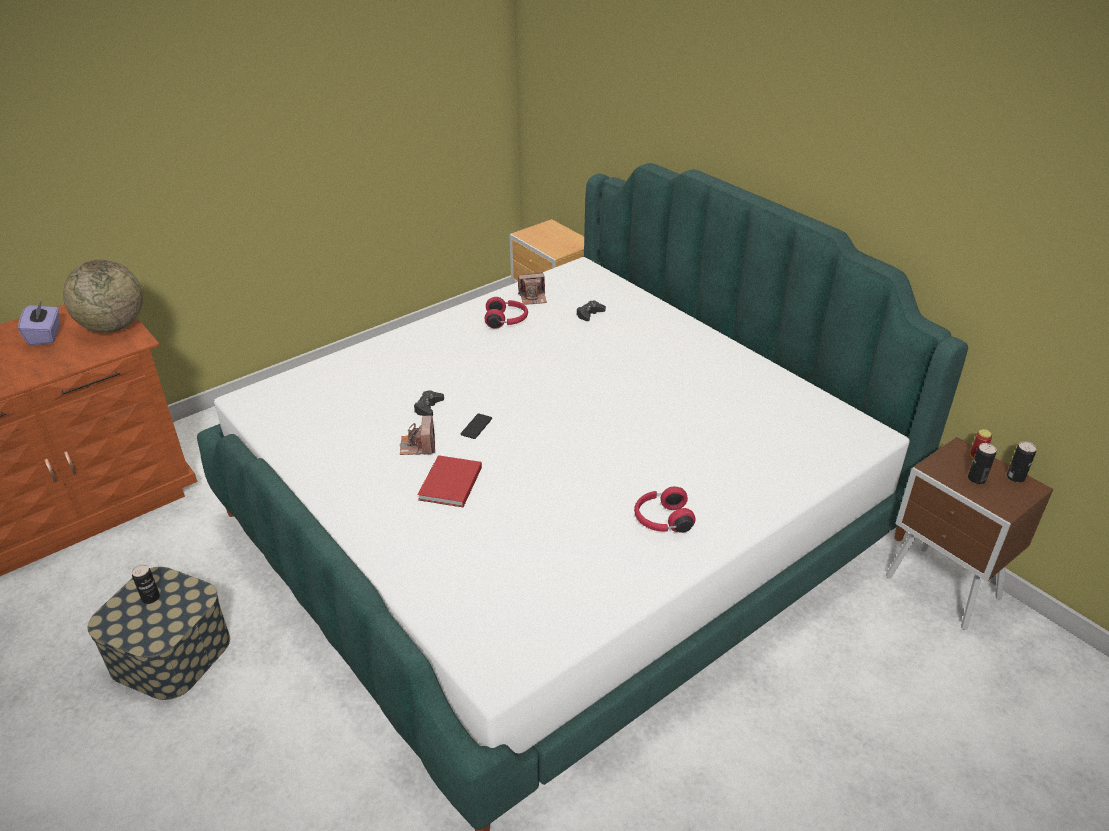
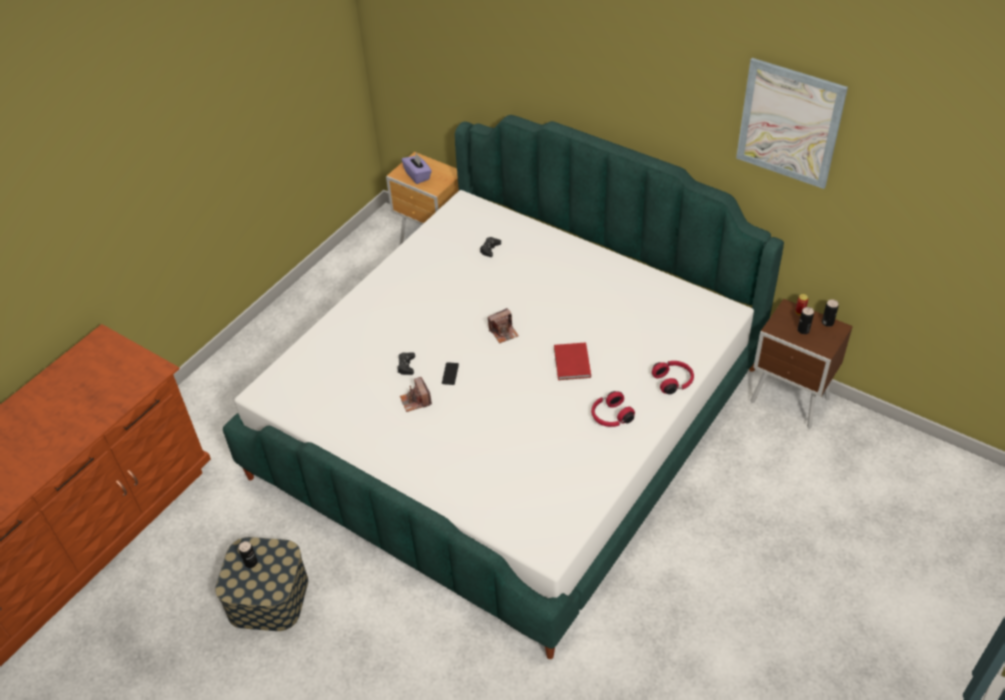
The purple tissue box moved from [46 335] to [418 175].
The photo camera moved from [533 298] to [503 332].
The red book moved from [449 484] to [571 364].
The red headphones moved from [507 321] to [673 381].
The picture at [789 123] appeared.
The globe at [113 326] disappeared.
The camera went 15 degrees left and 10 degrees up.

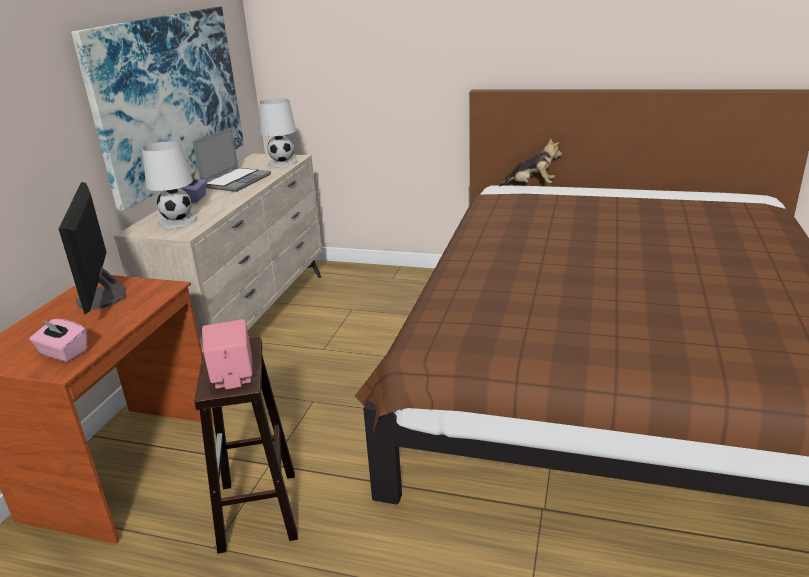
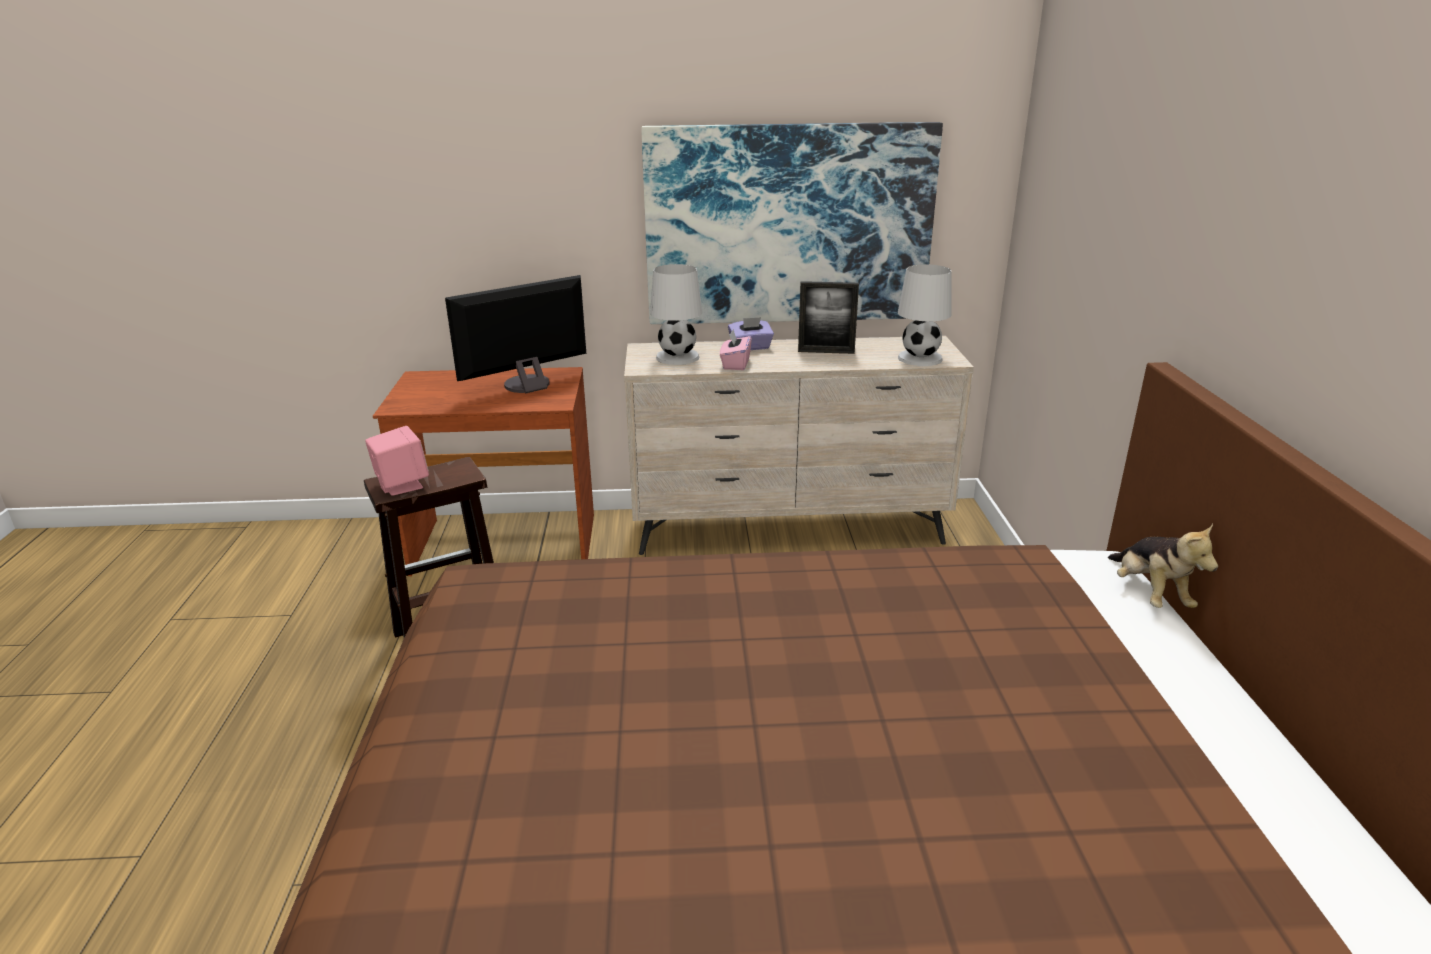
The pink tissue box moved from [63 353] to [735 364].
The laptop at [236 181] was replaced by the picture frame at [826 352].
The camera went 70 degrees right and 0 degrees up.

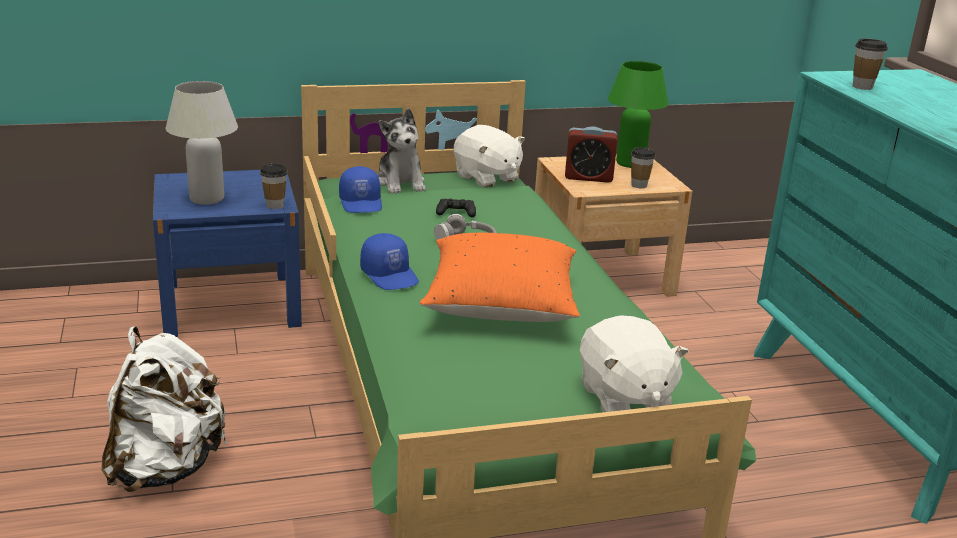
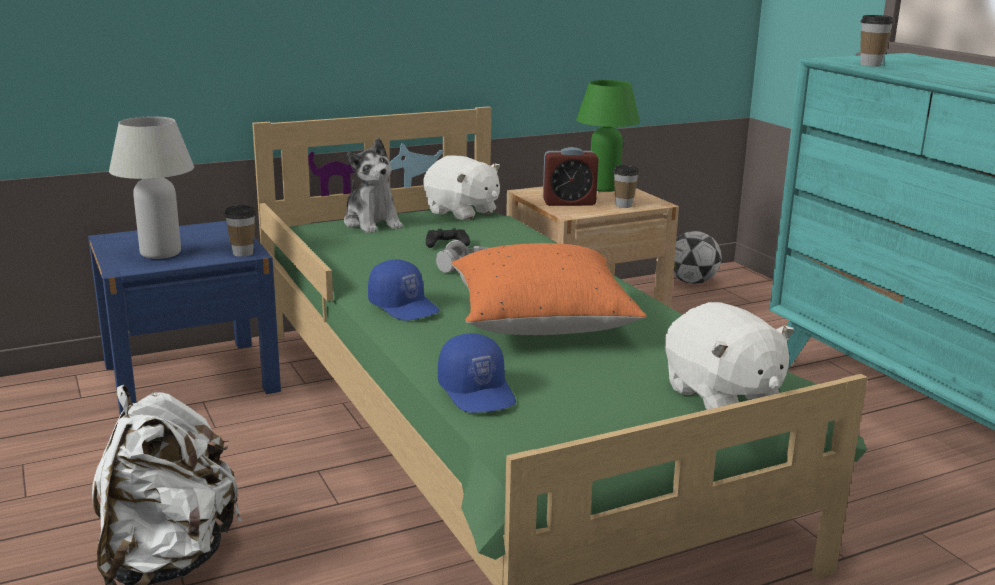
The blue cap moved from [362 203] to [478 392].
The football at [692 282] appeared.
The camera went 10 degrees left and 5 degrees down.

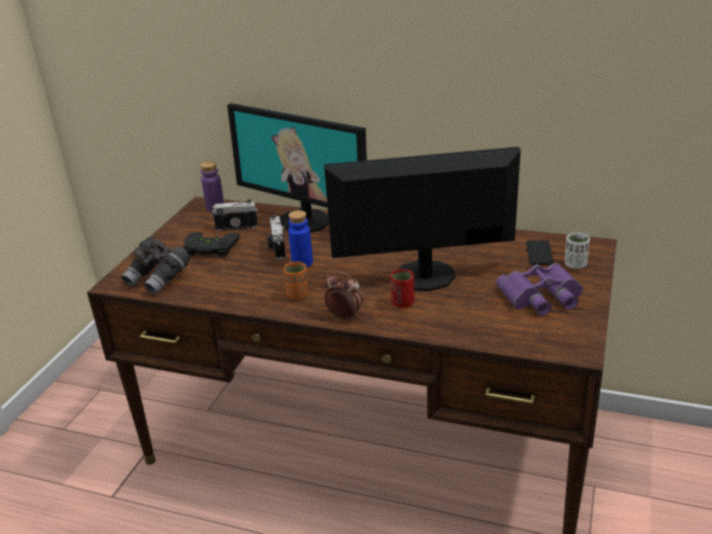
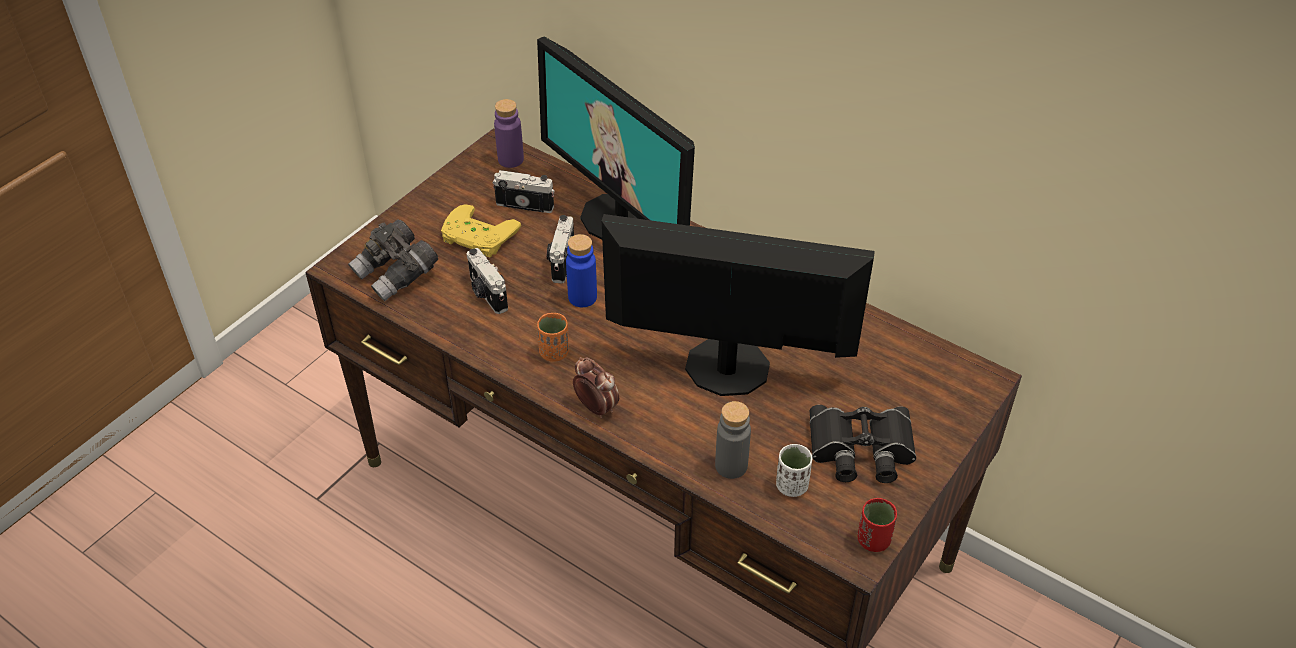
The black game controller at [210 249] became the yellow game controller at [476 237].
The photo camera at [487 294] appeared.
The grey bottle at [731 466] appeared.
The white cup moved from [575 265] to [791 486].
The purple binoculars at [542 297] became the black binoculars at [860 450].
The red cup moved from [403 303] to [873 540].
The phone at [539 253] disappeared.
The camera went 15 degrees right and 15 degrees up.

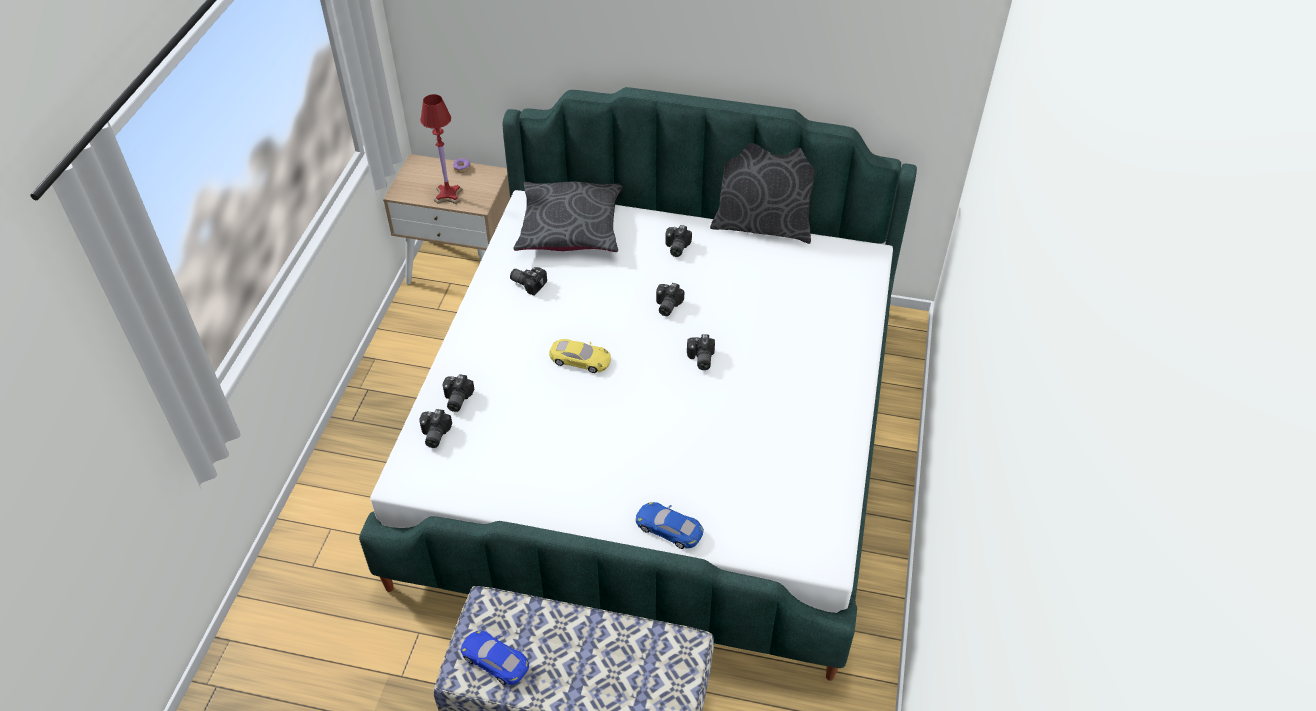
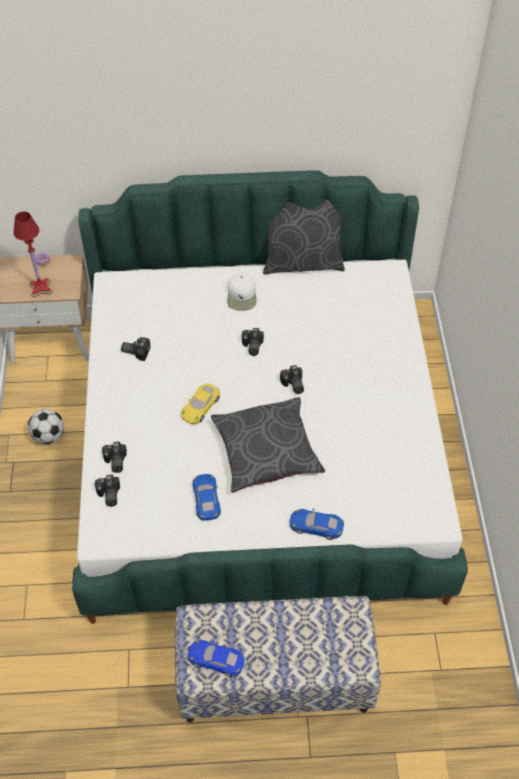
The football at [48 436] appeared.
The yellow toy car at [580 359] turned 120 degrees clockwise.
The blue toy car at [206 499] appeared.
The grey pillow moved from [570 228] to [266 451].
The photo camera at [675 247] was replaced by the white cap at [242 296].
The camera went 15 degrees left and 5 degrees up.

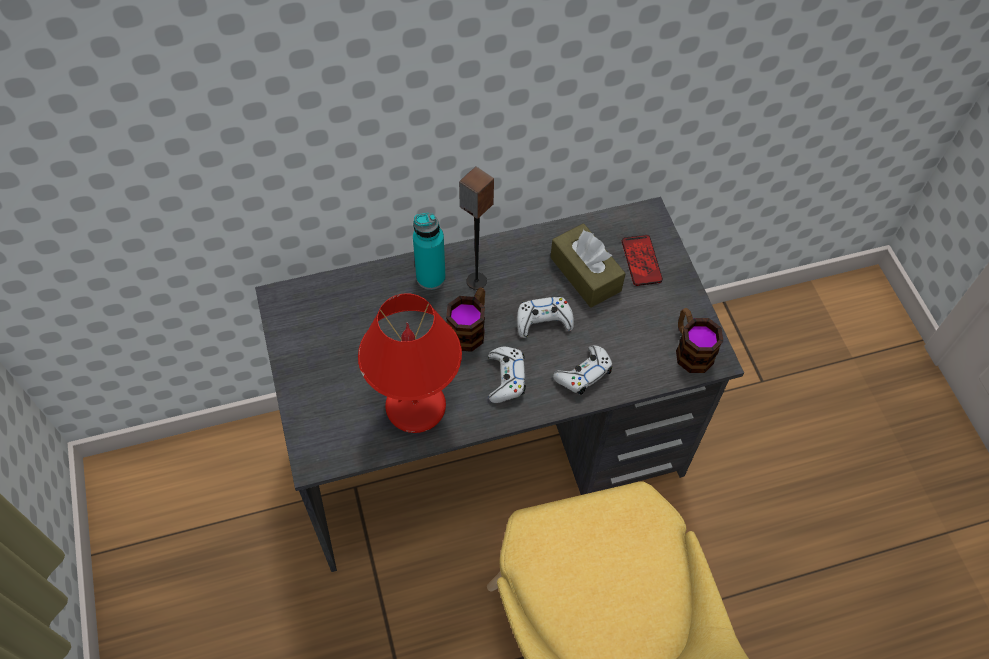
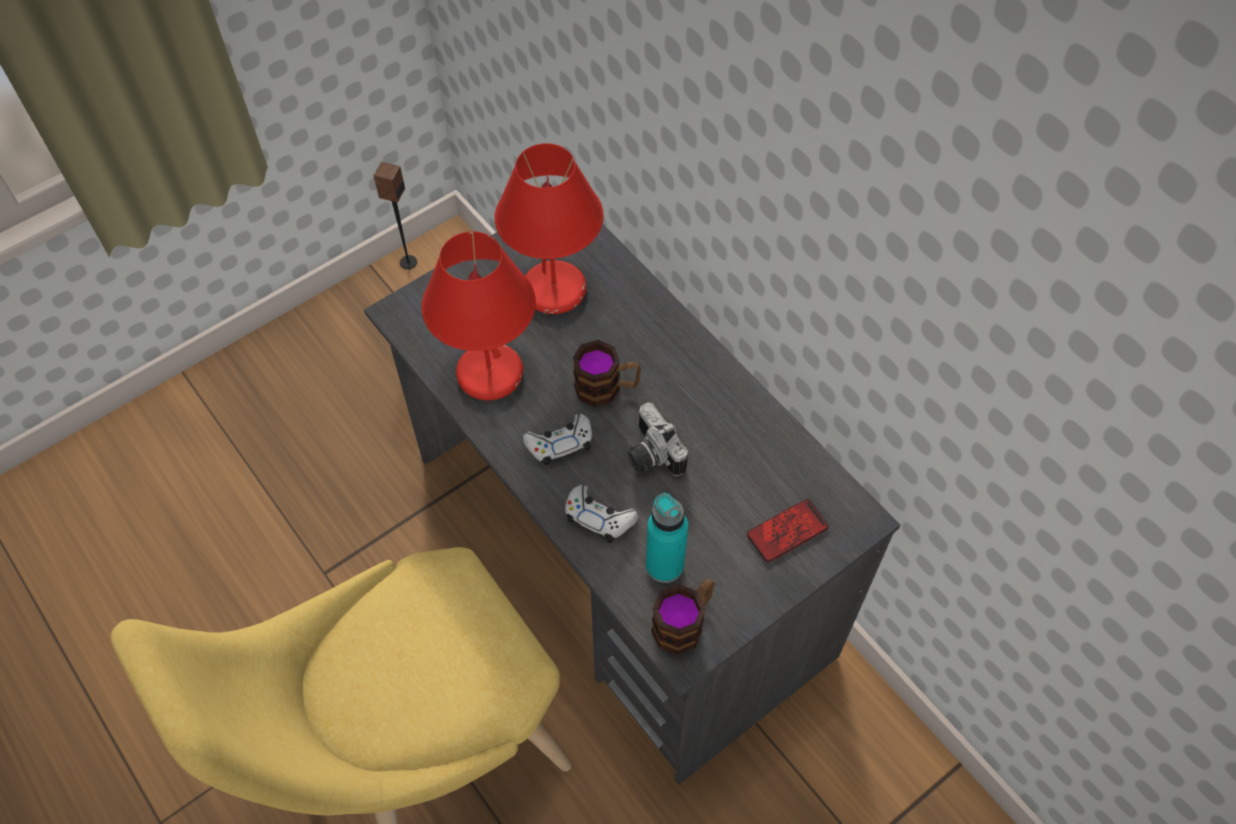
The speaker moved from [476 281] to [408 262].
The red table lamp at [555 291] appeared.
The white game controller at [543 321] was replaced by the photo camera at [650 455].
The turquoise bottle moved from [431 277] to [664 565].
The brown tissue box at [585 274] disappeared.
The camera went 70 degrees right and 0 degrees up.

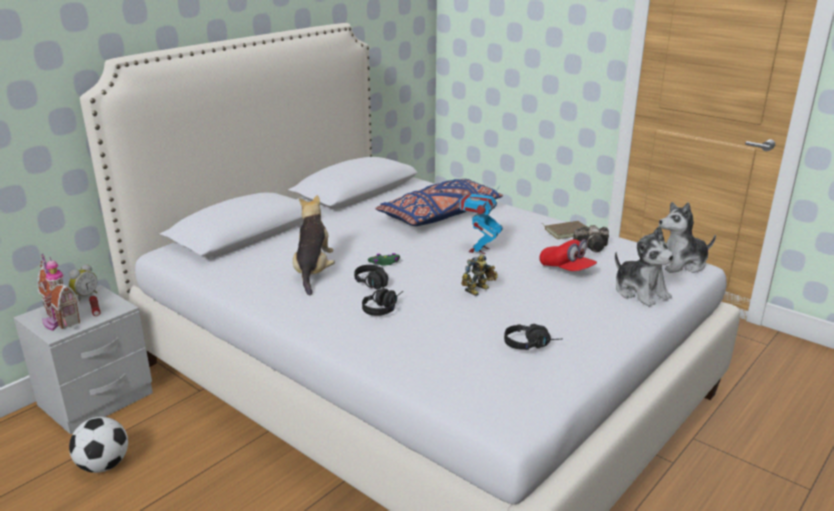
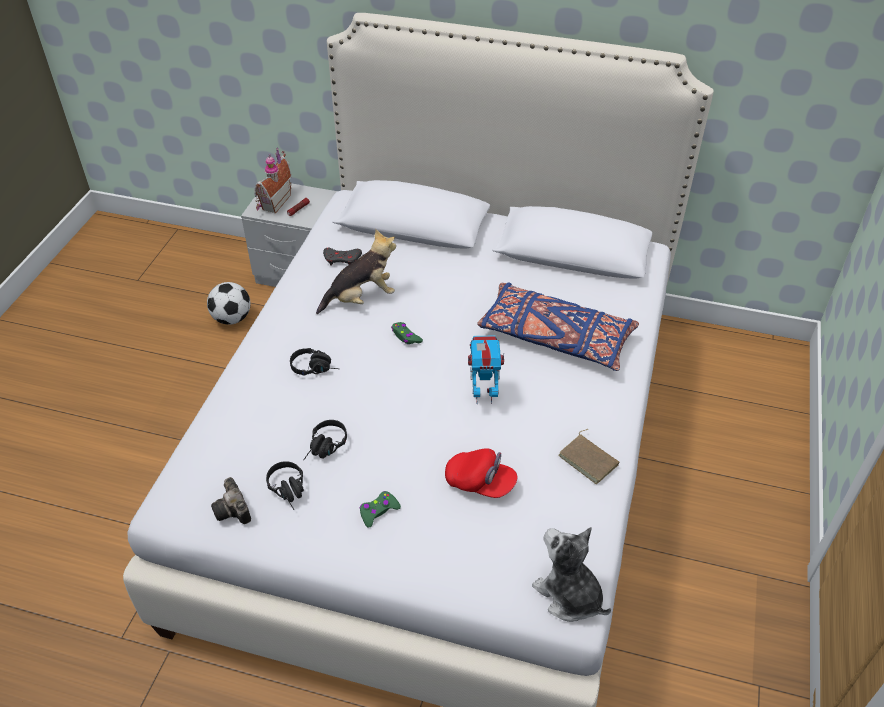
The photo camera moved from [593 247] to [234 511].
The black headphones moved from [375 285] to [325 448].
The grey game controller at [342 259] appeared.
The green game controller at [378 511] appeared.
The red cap at [566 269] turned 90 degrees counterclockwise.
The alarm clock at [85 296] disappeared.
The toy robot at [479 290] disappeared.
The plush toy at [640 292] disappeared.
The camera went 65 degrees right and 20 degrees up.

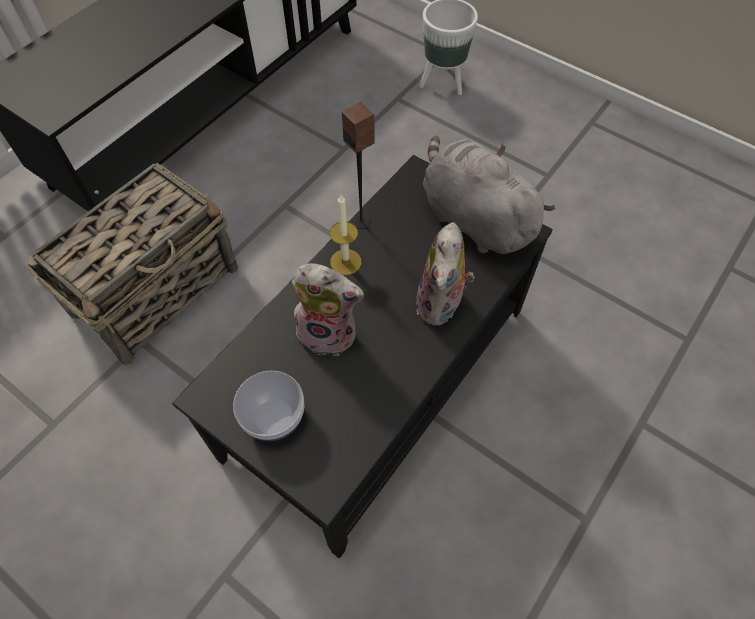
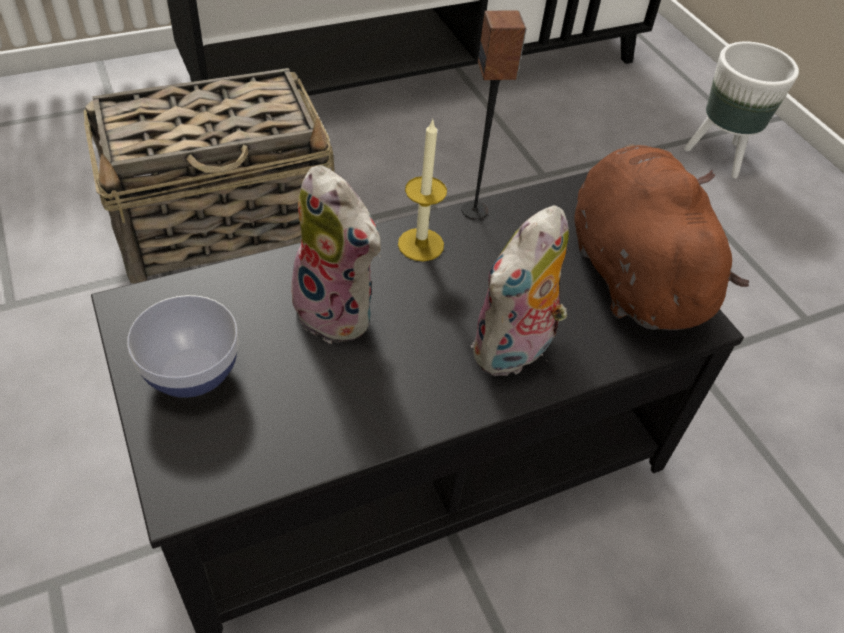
The grey plush toy at [473 218] became the brown plush toy at [631 272].
The camera went 25 degrees right and 10 degrees down.

